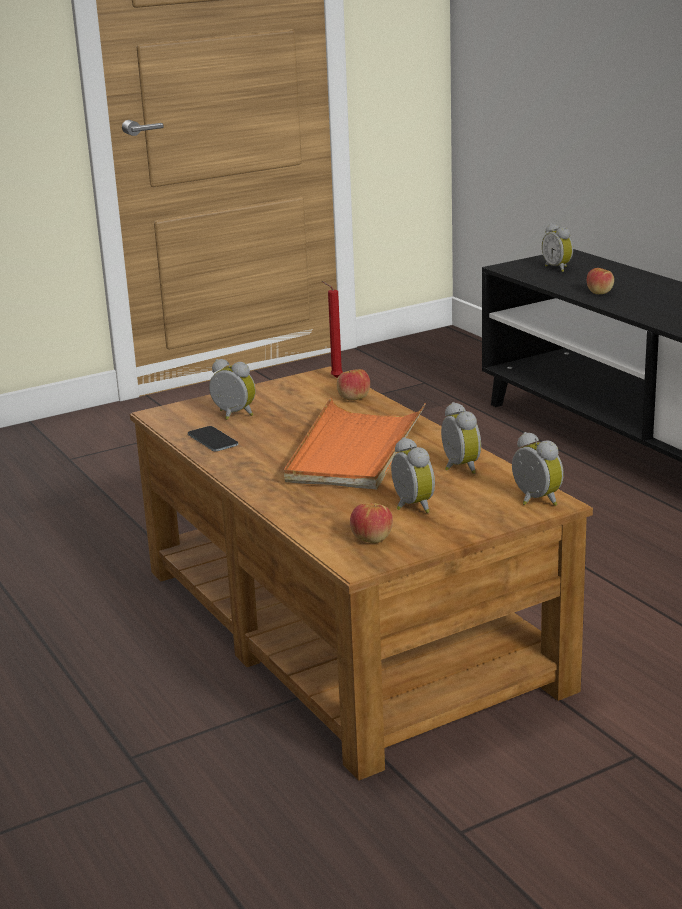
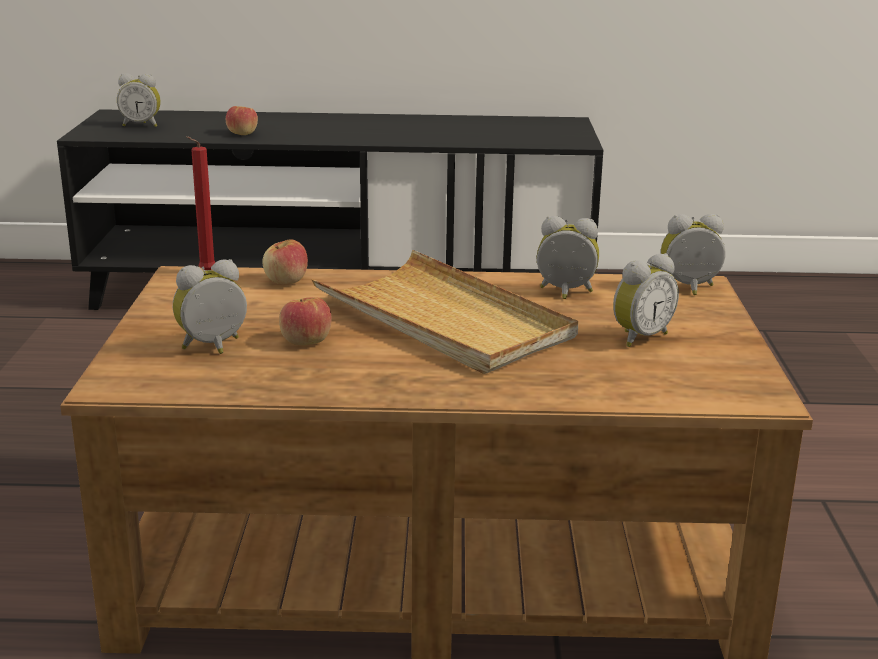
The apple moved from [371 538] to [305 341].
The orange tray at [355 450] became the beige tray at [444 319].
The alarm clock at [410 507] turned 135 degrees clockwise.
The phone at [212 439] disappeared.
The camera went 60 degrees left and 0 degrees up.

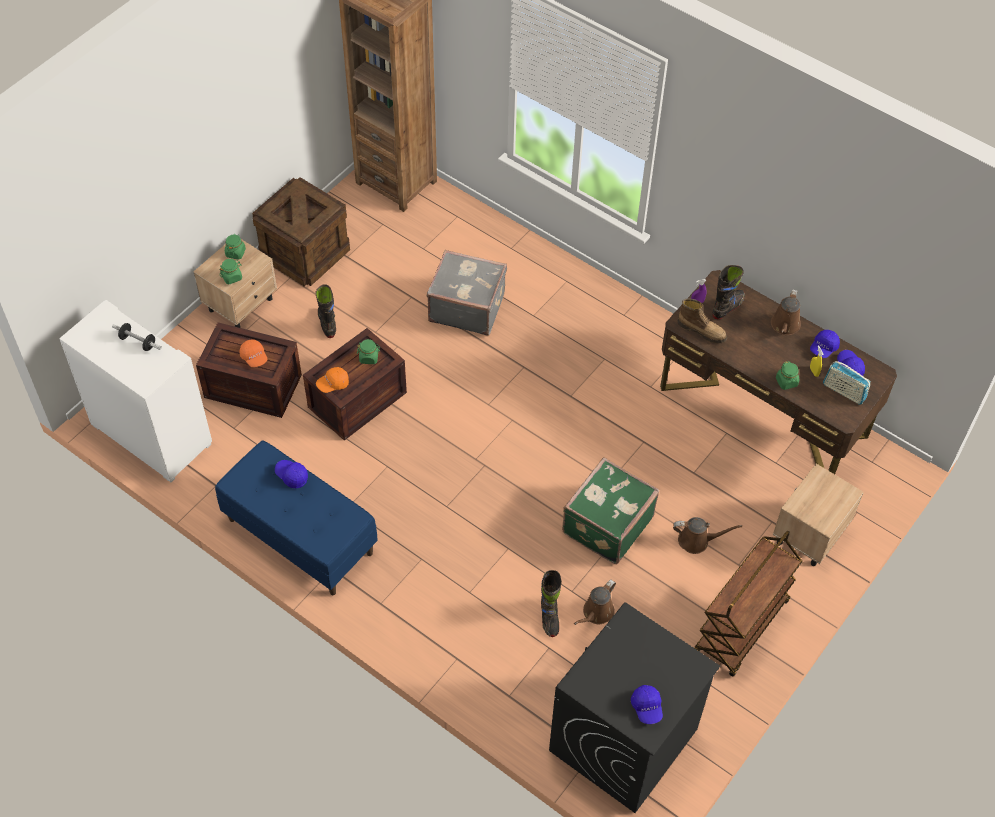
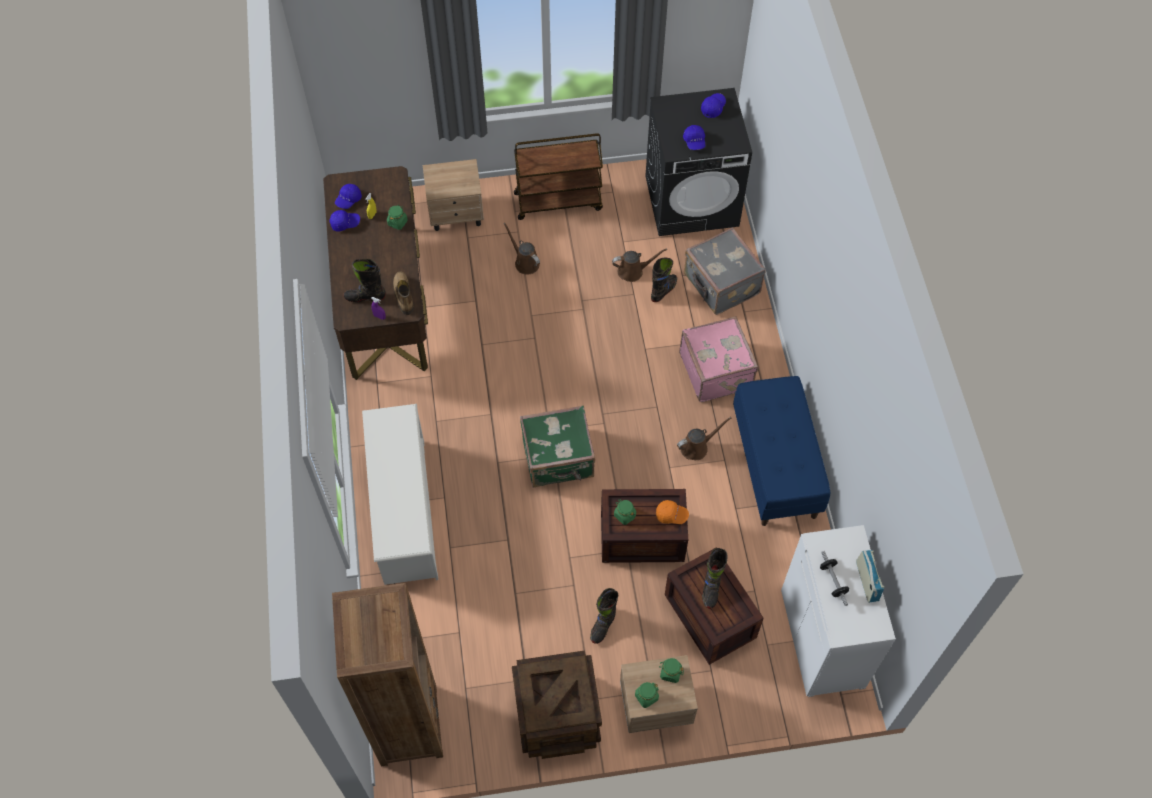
The white shoe rack at [404 511] appeared.
The green suitcase moved from [606 524] to [558 459].
The brown watering can moved from [785 326] to [696 447].
The pink suitcase at [716 370] appeared.
The blue cap moved from [291 476] to [694 142].
The grey suitcase moved from [467 306] to [720 285].
The orange cap at [254 357] was replaced by the black boot at [711 588].
The radio moved from [844 391] to [867 581].
The camera went 135 degrees left and 5 degrees up.

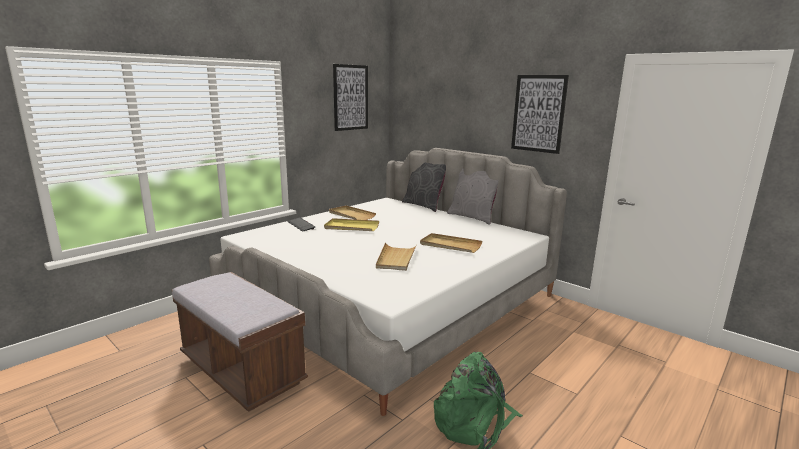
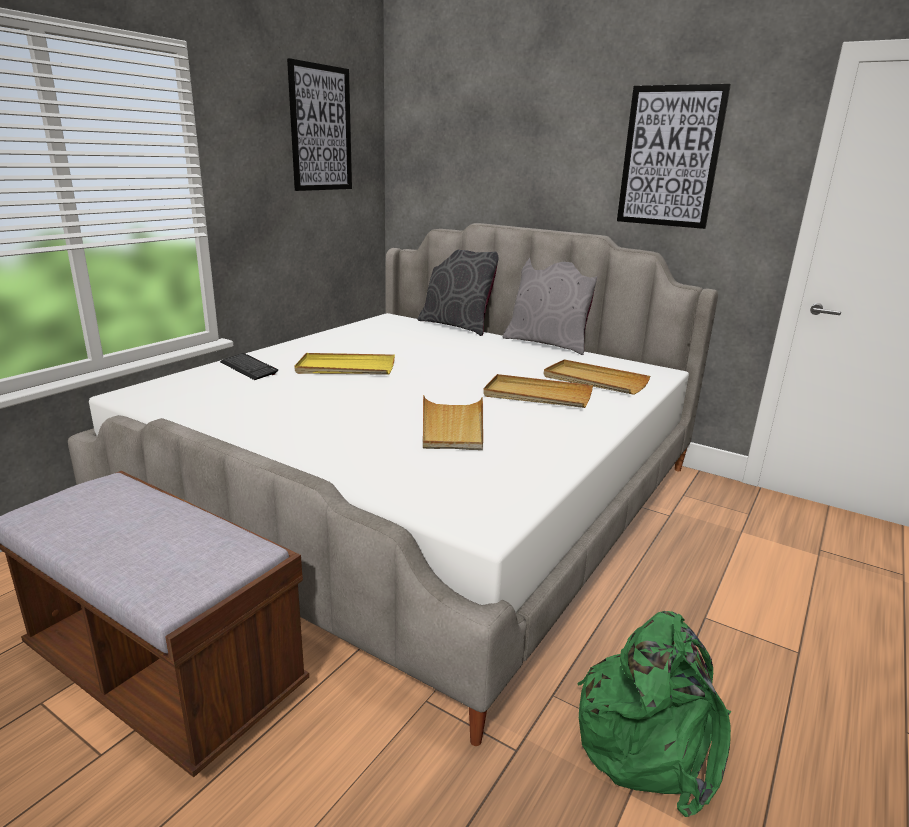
The beige tray moved from [351 215] to [594 381].
The camera went 10 degrees left and 5 degrees up.

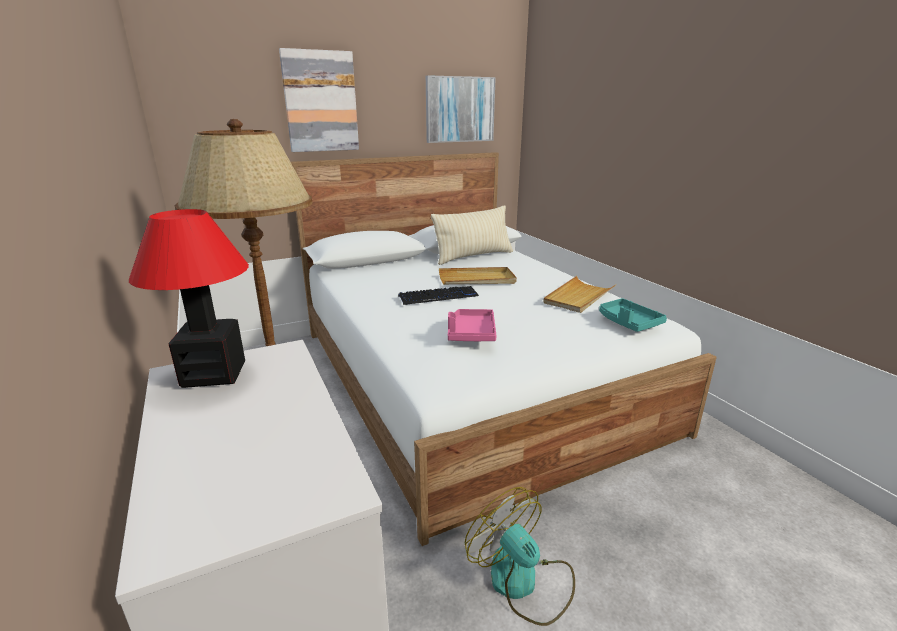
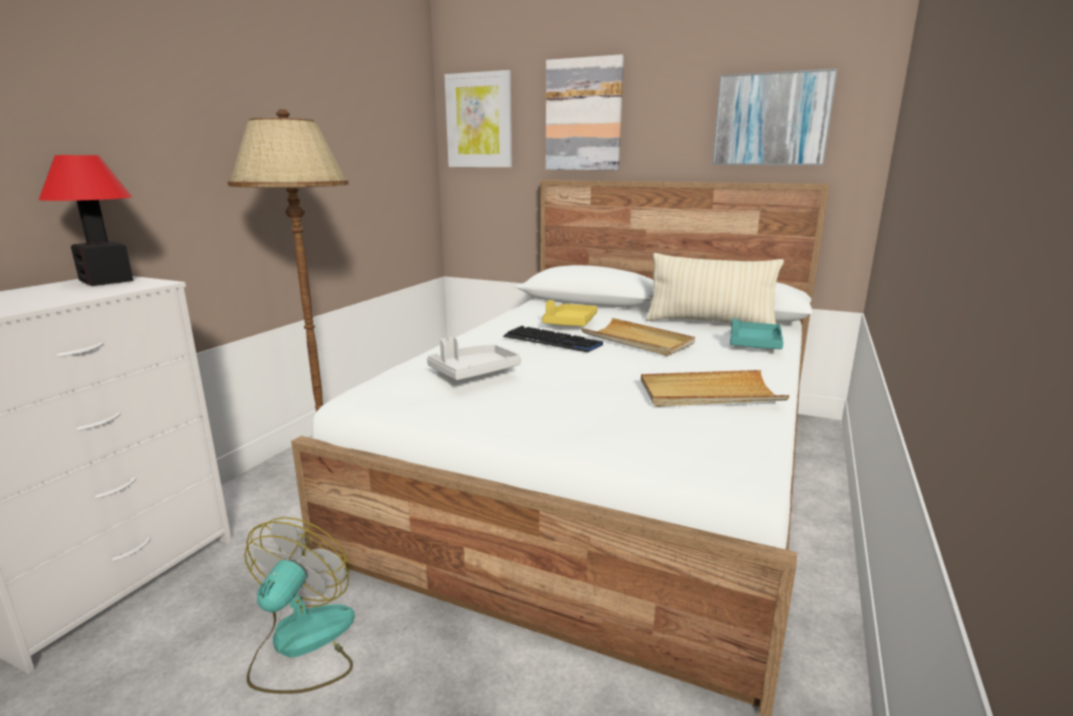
The pink tray at [471 333] became the grey tray at [473 372].
The picture at [479 121] appeared.
The yellow tray at [570 323] appeared.
The turquoise tray moved from [628 322] to [754 344].
The camera went 50 degrees right and 5 degrees down.

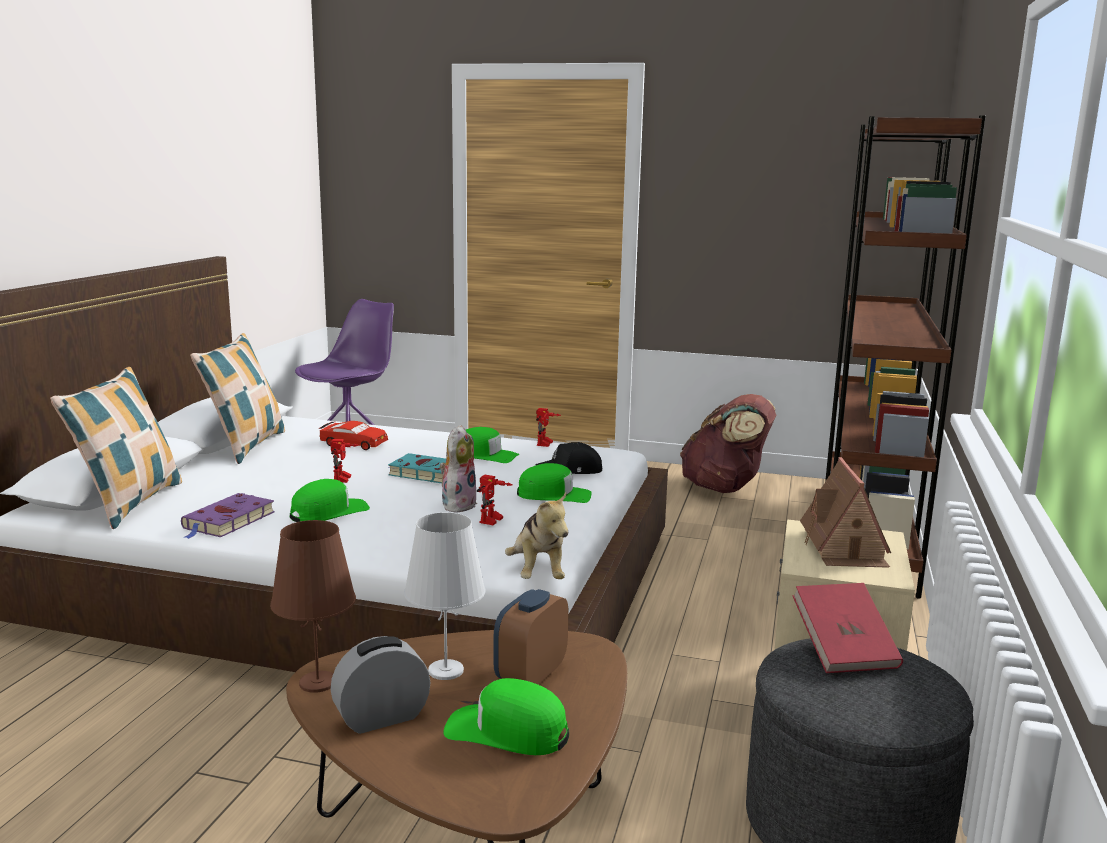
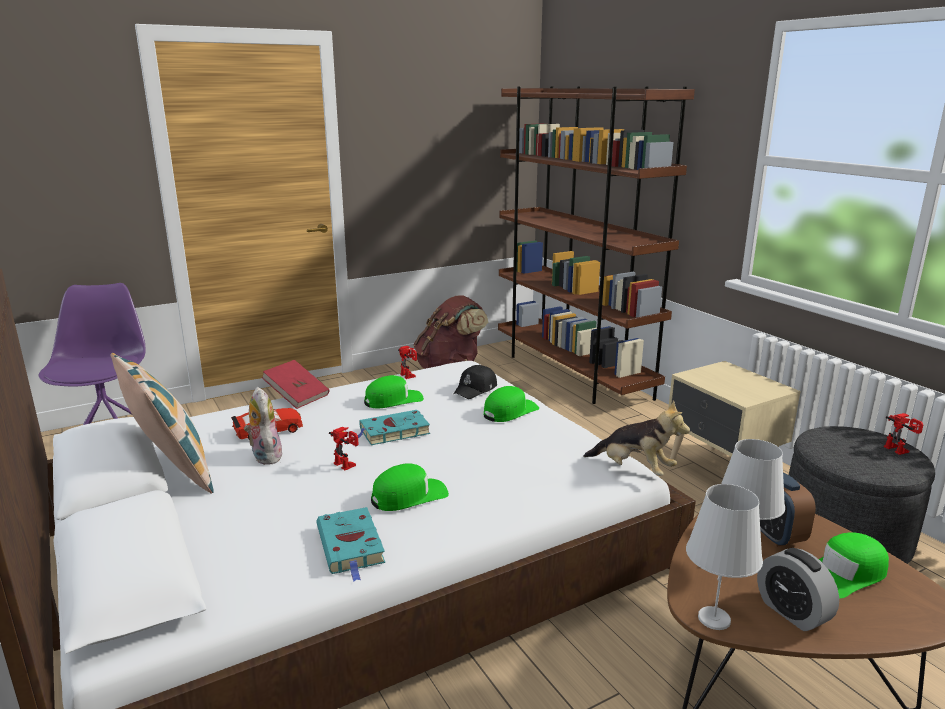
The plush toy moved from [458 504] to [264 456].
The red book moved from [844 650] to [297 396].
The purple book at [227 521] became the turquoise book at [351 546].
The green cap at [329 512] turned 60 degrees clockwise.
The brown table lamp at [317 683] became the white table lamp at [714 619].
The alarm clock at [382 718] turned 45 degrees counterclockwise.
The toy robot moved from [493 521] to [899 449].
The pillow at [129 503] disappeared.
The toy house at [844 547] disappeared.
The camera went 45 degrees left and 5 degrees up.

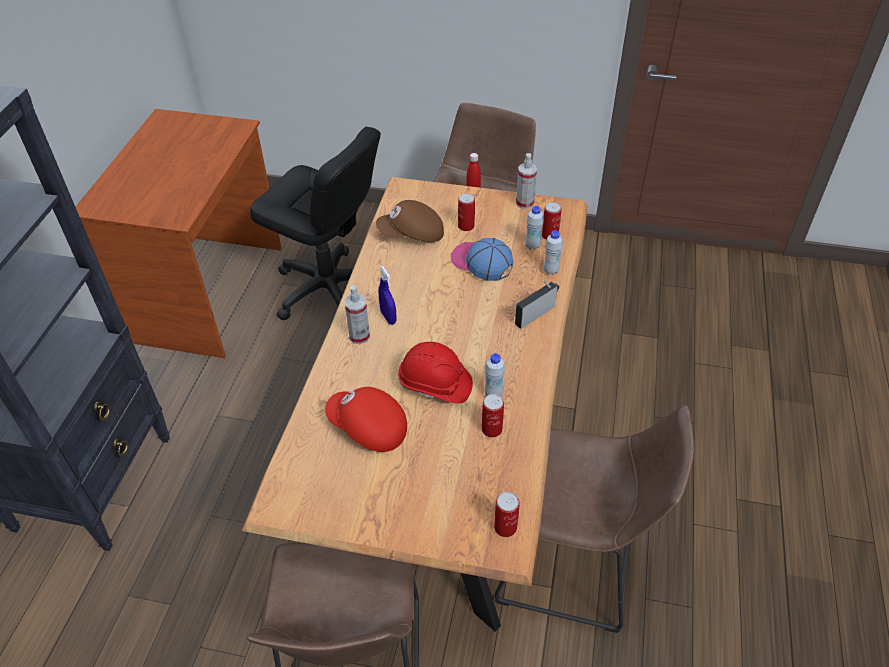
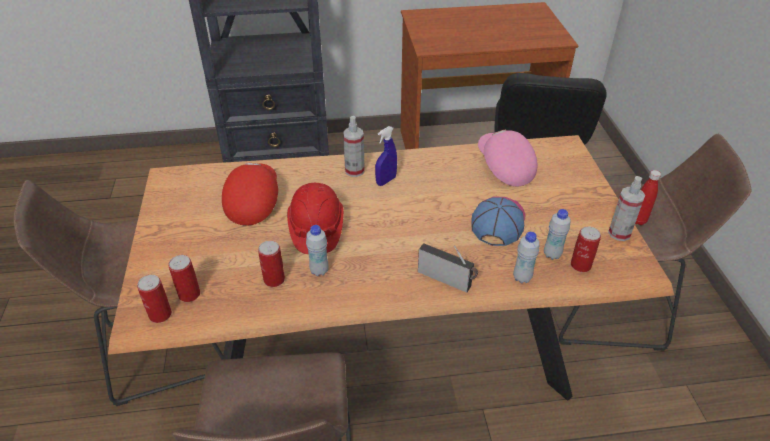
The can moved from [466 226] to [189 294].
The brown cap at [412 235] became the pink cap at [504 167].
The camera went 70 degrees right and 5 degrees down.

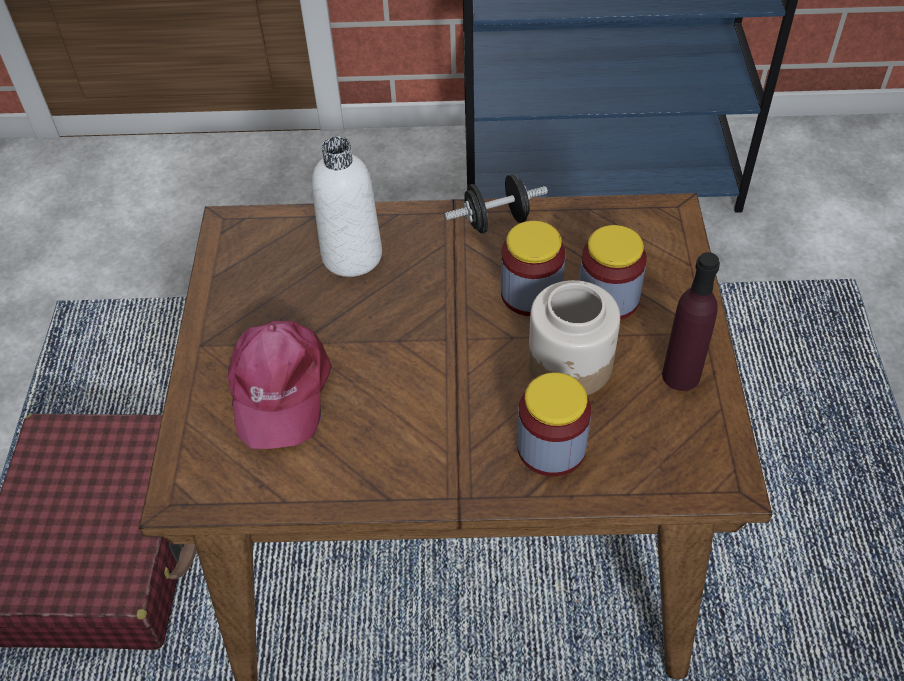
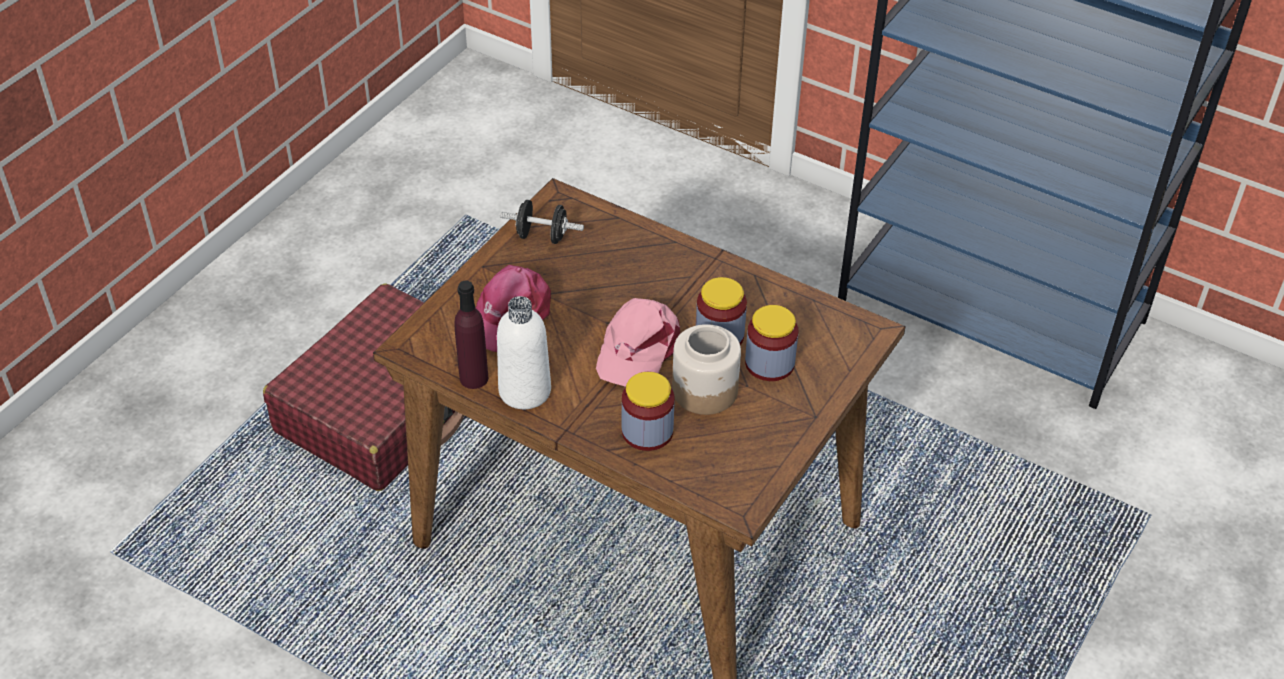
The purple bottle moved from [681 376] to [474 378].
The white bottle moved from [352 256] to [525 391].
The black dumbbell moved from [496 221] to [542 236].
The pink cap at [638 349] appeared.
The camera went 30 degrees right and 5 degrees down.

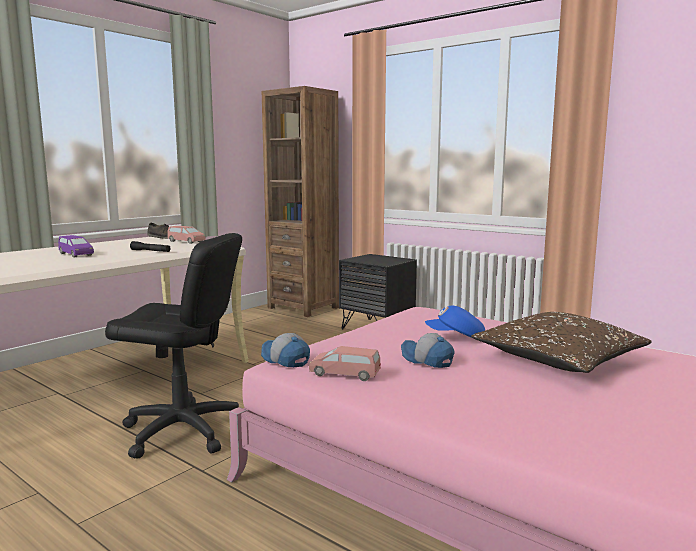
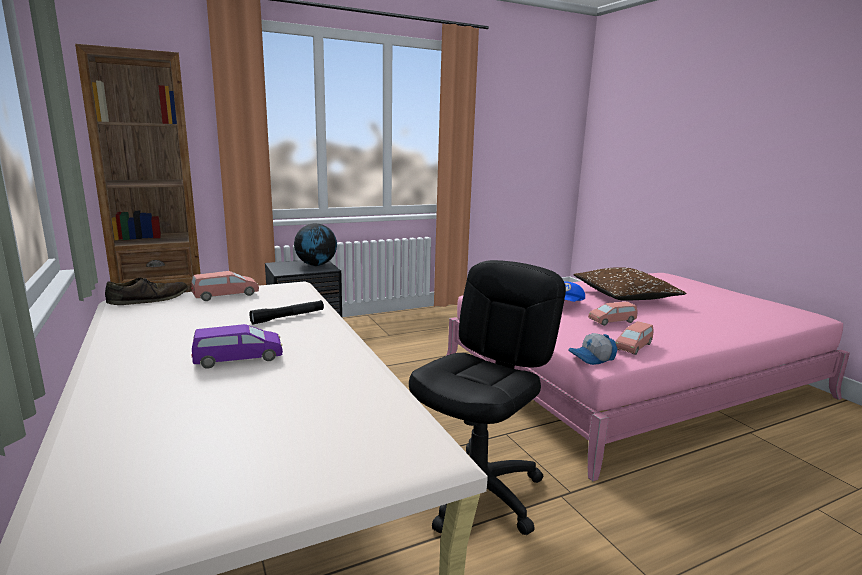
The globe at [316 265] appeared.
The cap at [426 360] was replaced by the pink toy car at [612 321].
The camera went 65 degrees left and 5 degrees up.

